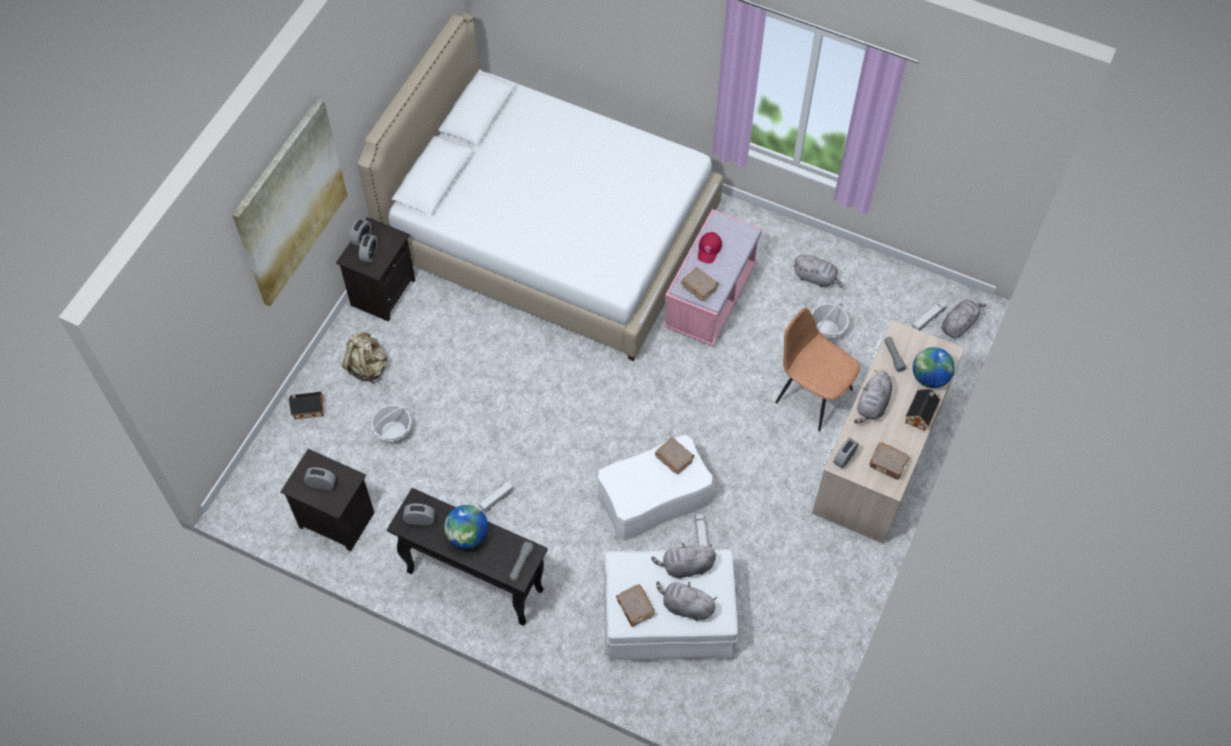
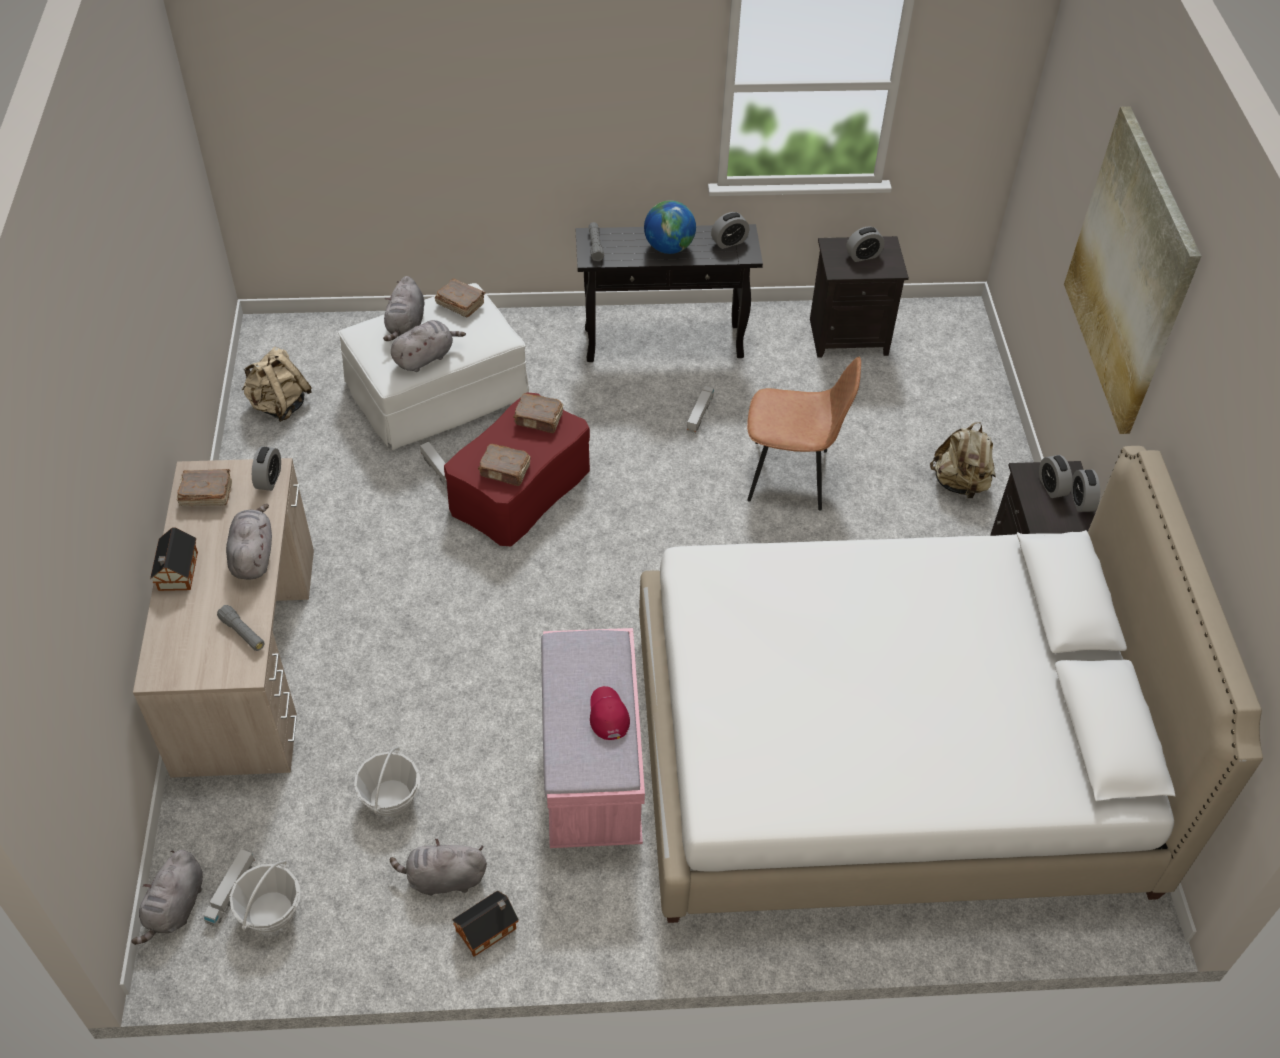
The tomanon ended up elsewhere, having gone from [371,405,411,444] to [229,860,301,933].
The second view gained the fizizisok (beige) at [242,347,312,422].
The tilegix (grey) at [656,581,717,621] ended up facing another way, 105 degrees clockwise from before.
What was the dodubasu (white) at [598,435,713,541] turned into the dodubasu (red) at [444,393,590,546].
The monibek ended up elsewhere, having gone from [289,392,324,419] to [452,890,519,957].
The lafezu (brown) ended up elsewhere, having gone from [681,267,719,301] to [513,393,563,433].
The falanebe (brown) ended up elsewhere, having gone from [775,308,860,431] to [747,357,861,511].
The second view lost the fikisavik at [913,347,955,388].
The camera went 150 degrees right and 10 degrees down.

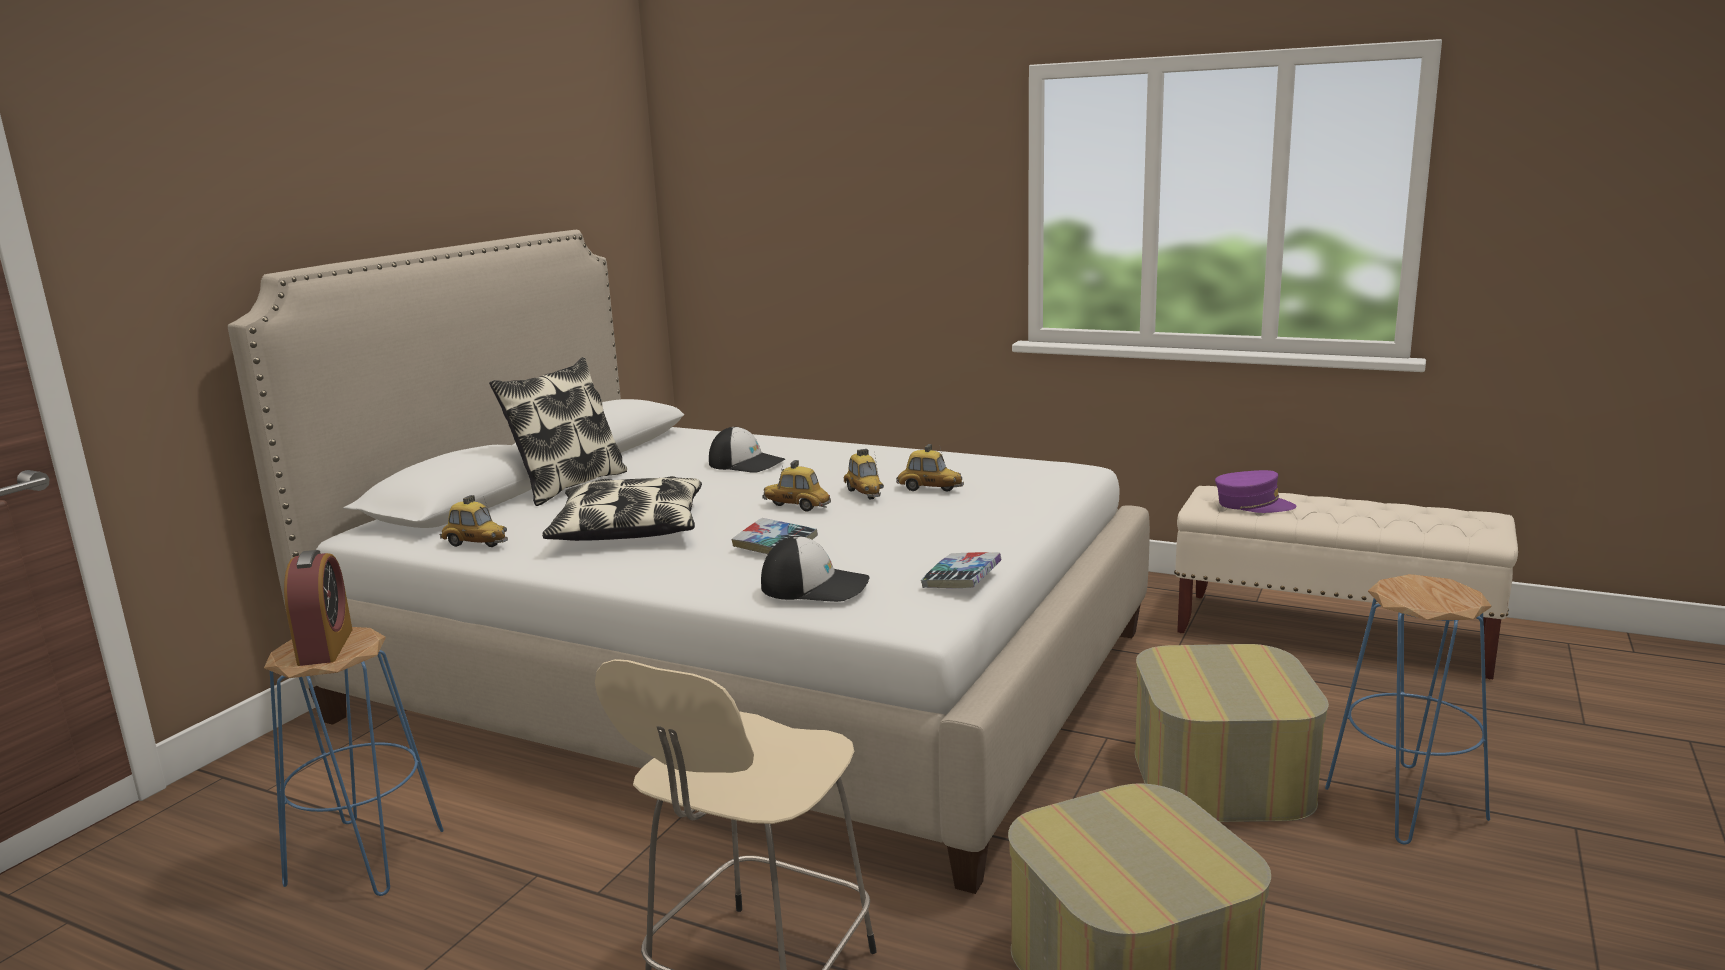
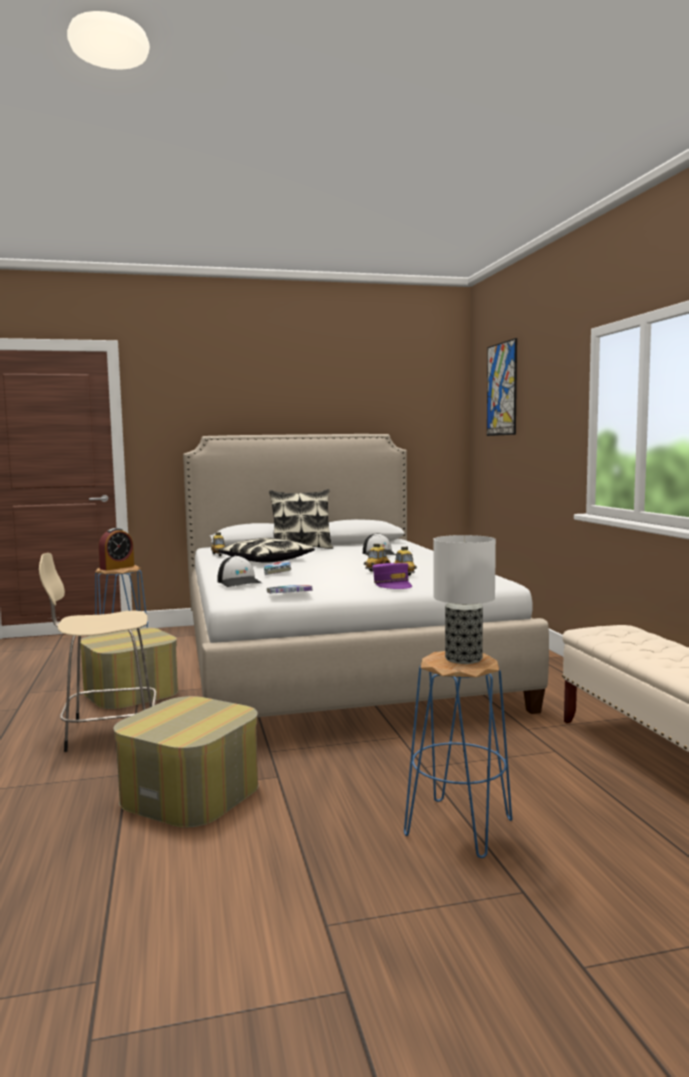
The dodubasu ended up elsewhere, having gone from [1135,644,1329,822] to [80,627,178,709].
The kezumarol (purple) ended up elsewhere, having gone from [1215,470,1297,513] to [372,563,412,589].
The second view gained the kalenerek at [434,535,496,664].
The second view gained the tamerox at [487,338,517,436].
The second view lost the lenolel at [762,460,831,511].
The camera went 50 degrees right and 10 degrees down.

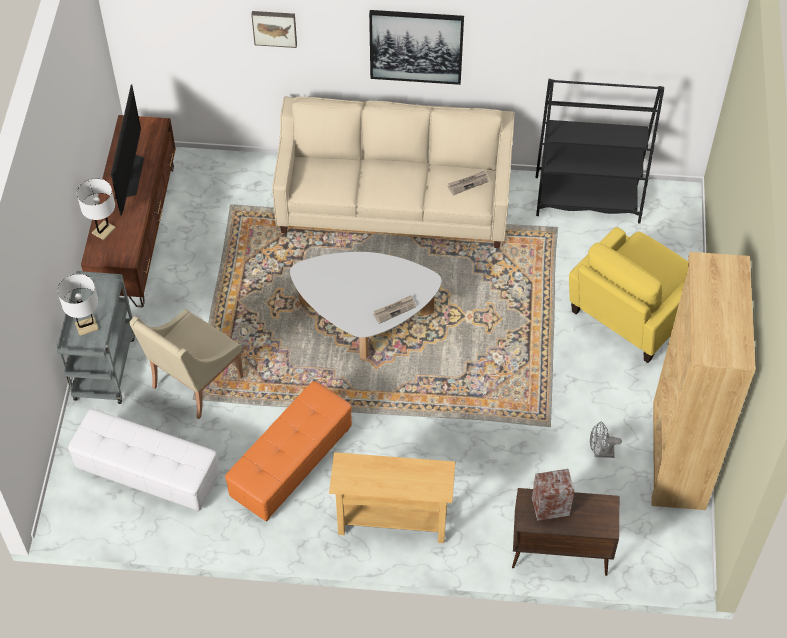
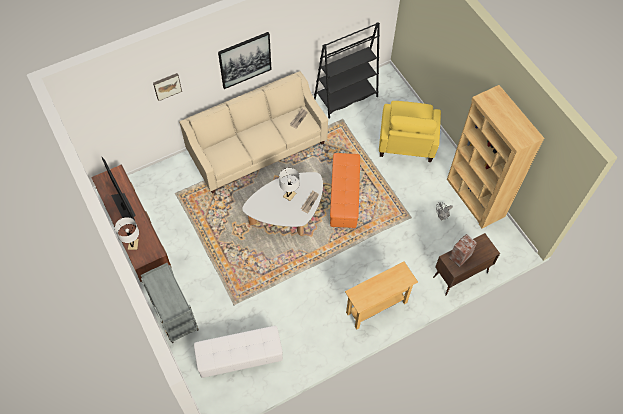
The kalenerek (white) ended up elsewhere, having gone from [58,274,99,336] to [279,168,299,201].
The dodubasu (orange) ended up elsewhere, having gone from [225,381,352,522] to [330,153,360,228].
The second view lost the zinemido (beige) at [129,309,243,419].
The camera went 35 degrees left and 5 degrees up.

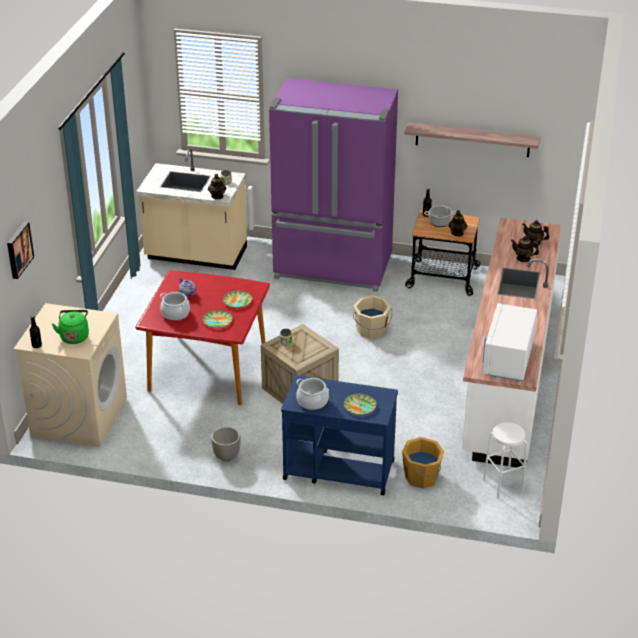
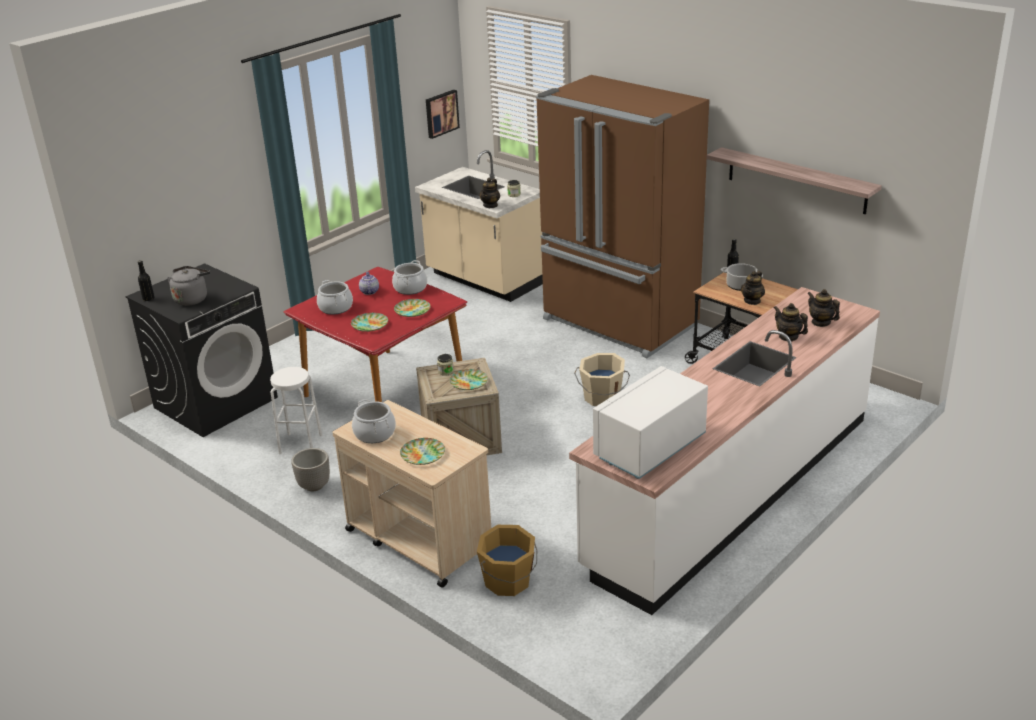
What was the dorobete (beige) at [13,303,127,447] turned into the dorobete (black) at [126,263,278,437].
What was the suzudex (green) at [52,310,89,344] turned into the suzudex (grey) at [167,266,210,306].
The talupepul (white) ended up elsewhere, having gone from [483,422,527,499] to [270,367,322,454].
What was the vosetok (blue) at [281,375,398,495] turned into the vosetok (beige) at [332,400,491,588].
The second view gained the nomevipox at [392,260,427,295].
The tamerox ended up elsewhere, having gone from [7,221,34,279] to [426,90,460,139].
The second view gained the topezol at [450,369,488,390].
What was the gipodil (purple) at [269,78,398,292] turned into the gipodil (brown) at [536,75,709,358].
The camera went 30 degrees right and 5 degrees down.

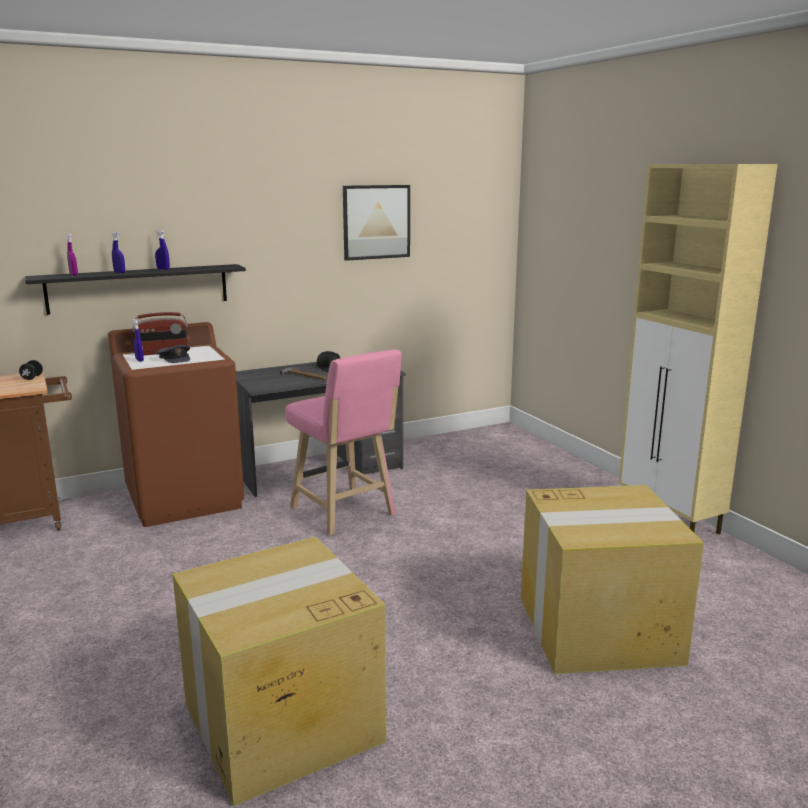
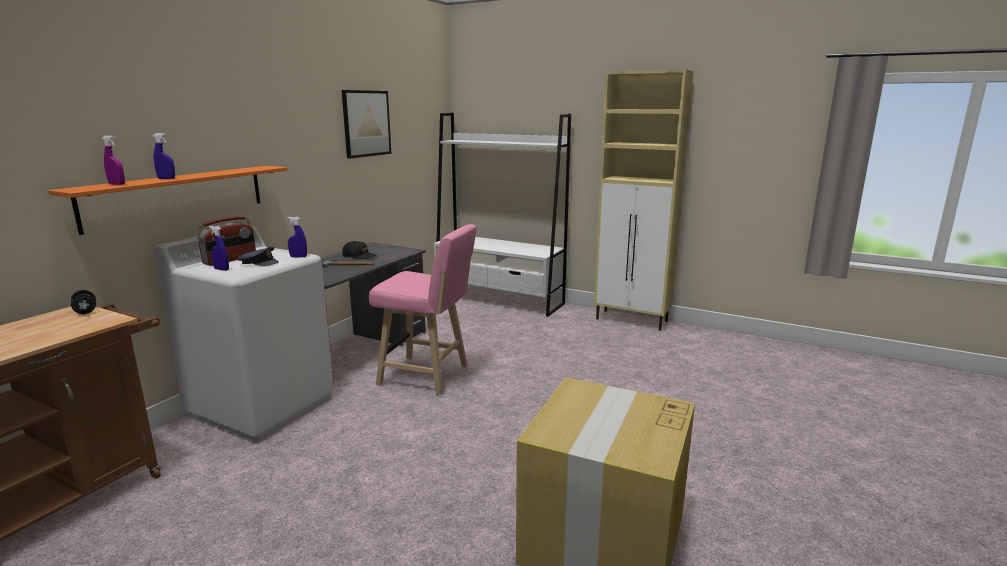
What was the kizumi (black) at [25,264,246,315] turned into the kizumi (orange) at [48,166,288,235].
What was the dorobete (brown) at [108,322,244,527] turned into the dorobete (white) at [154,226,334,443].
The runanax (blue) ended up elsewhere, having gone from [155,230,170,270] to [287,217,307,257].
The second view gained the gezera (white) at [434,113,571,317].
The second view lost the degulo at [521,485,704,674].
The camera went 35 degrees left and 0 degrees up.

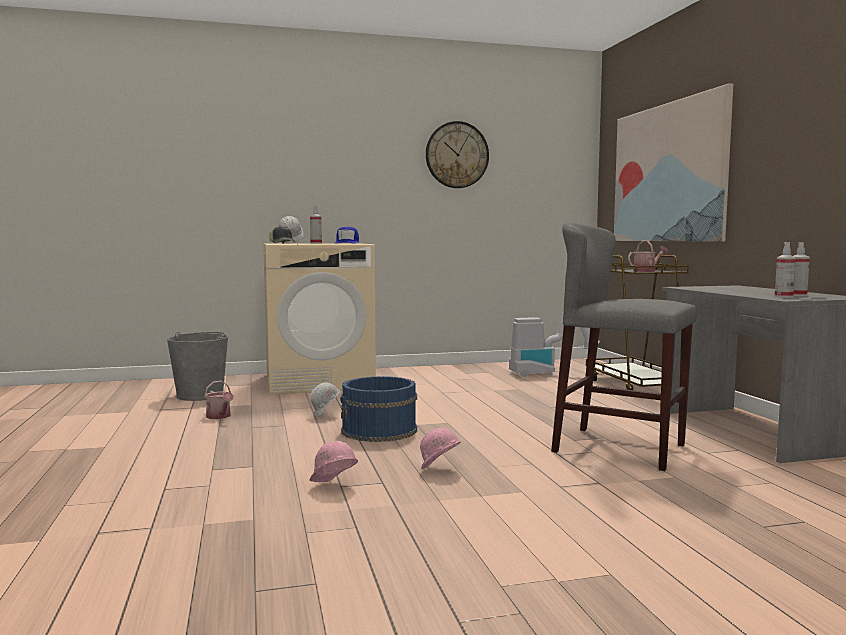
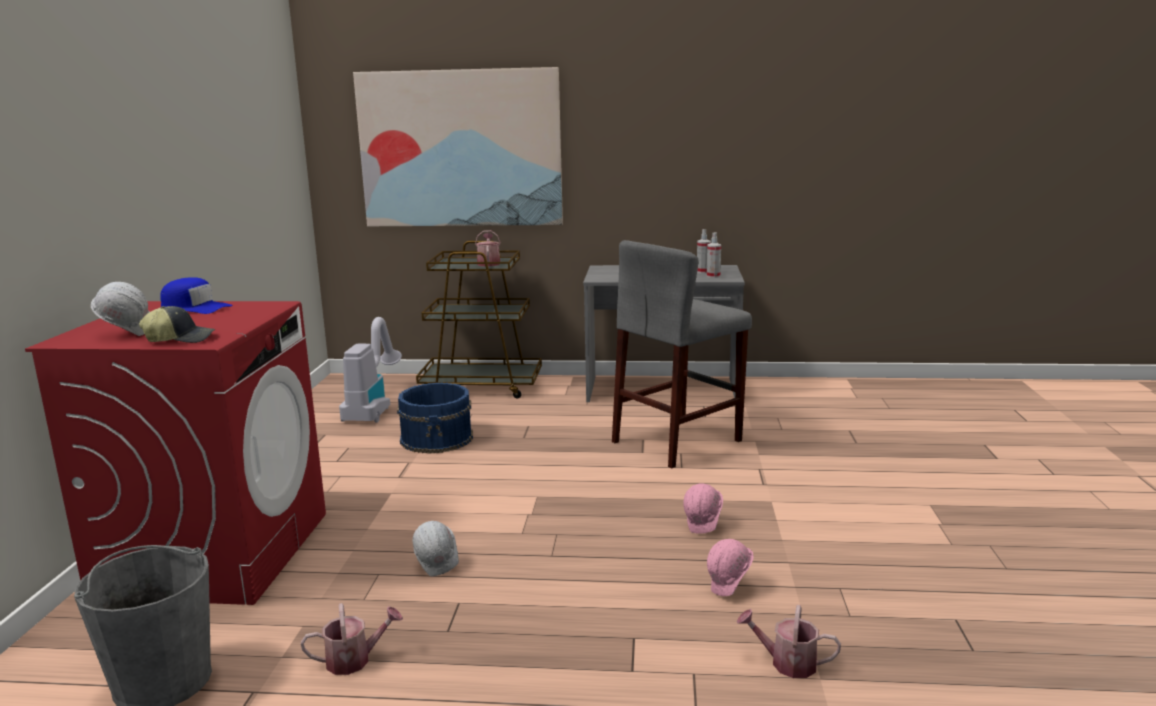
What was the dorobete (beige) at [263,243,376,395] turned into the dorobete (red) at [25,301,326,605].
The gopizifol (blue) ended up elsewhere, having gone from [340,376,417,442] to [397,382,473,454].
The second view gained the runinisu at [736,605,841,678].
The second view lost the runanax at [310,205,322,244].
The second view lost the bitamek at [426,121,489,188].
The camera went 70 degrees left and 10 degrees up.

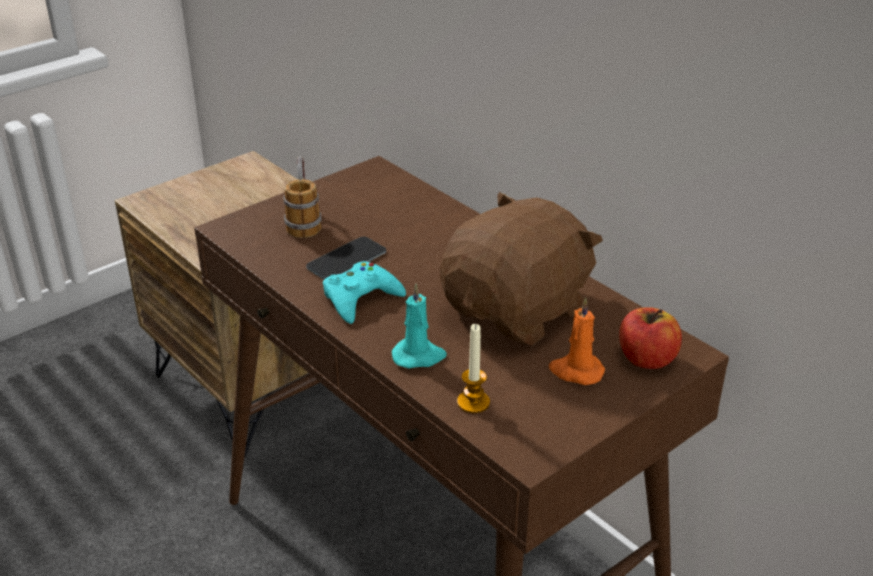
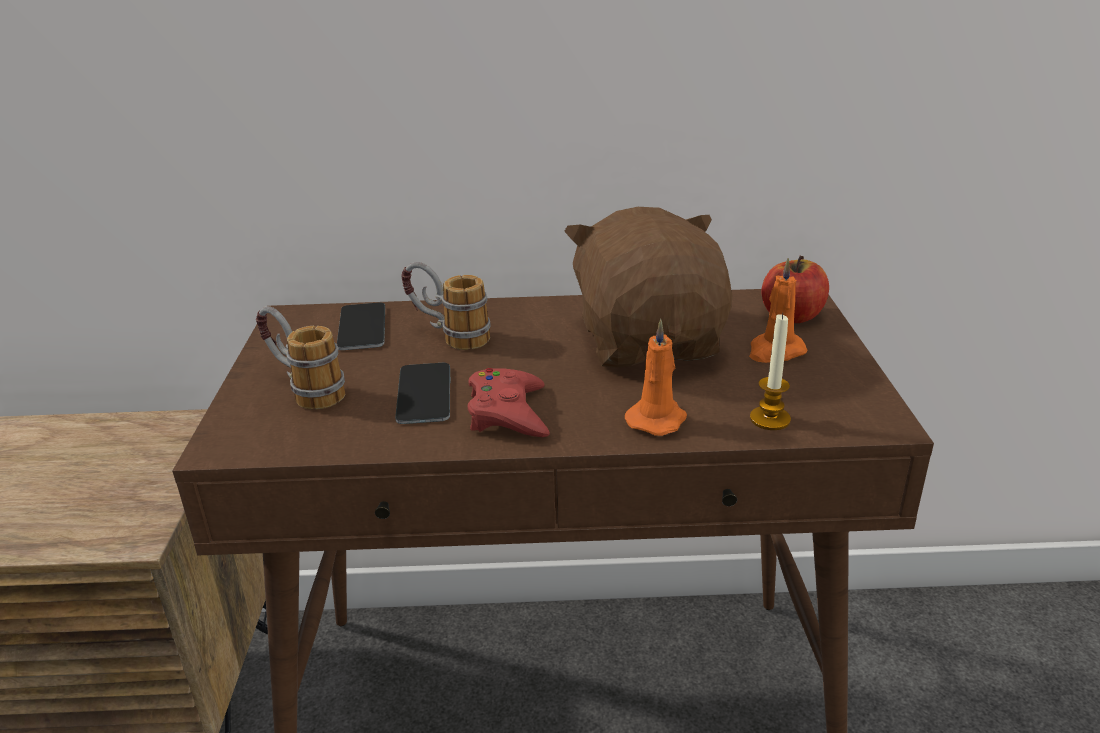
The second view gained the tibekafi at [337,302,385,350].
The second view gained the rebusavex at [401,262,491,350].
What was the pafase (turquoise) at [323,261,406,324] turned into the pafase (red) at [468,368,550,437].
What was the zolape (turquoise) at [392,283,447,368] turned into the zolape (orange) at [625,319,687,436].
The camera went 50 degrees left and 5 degrees down.

